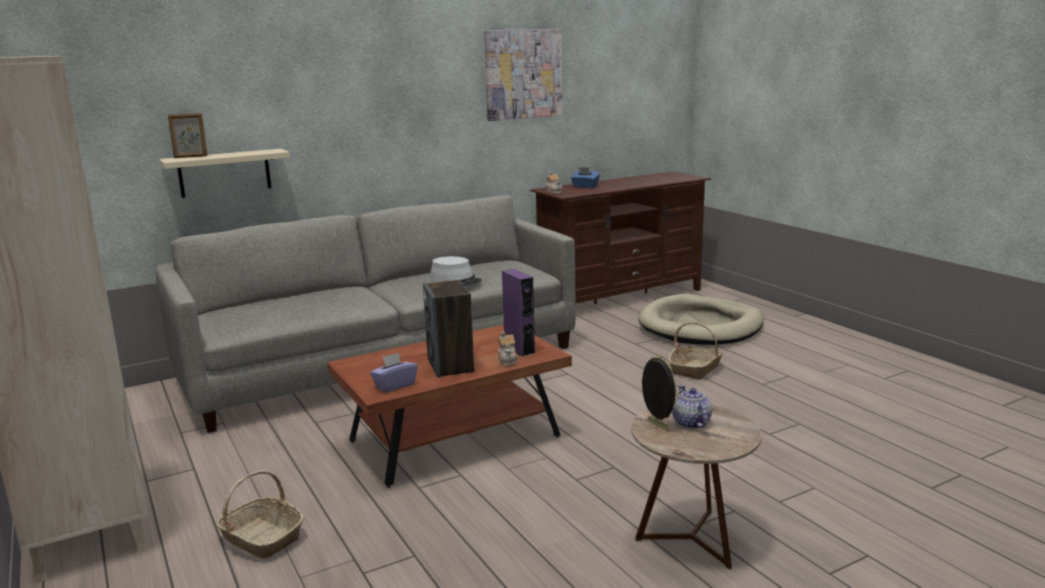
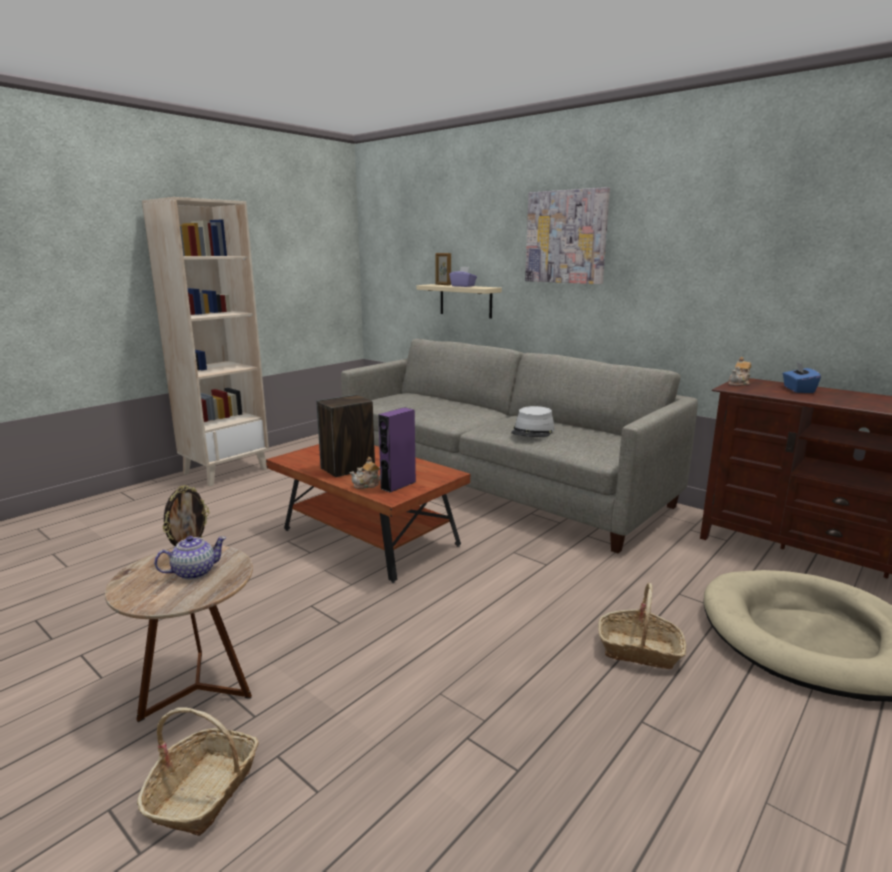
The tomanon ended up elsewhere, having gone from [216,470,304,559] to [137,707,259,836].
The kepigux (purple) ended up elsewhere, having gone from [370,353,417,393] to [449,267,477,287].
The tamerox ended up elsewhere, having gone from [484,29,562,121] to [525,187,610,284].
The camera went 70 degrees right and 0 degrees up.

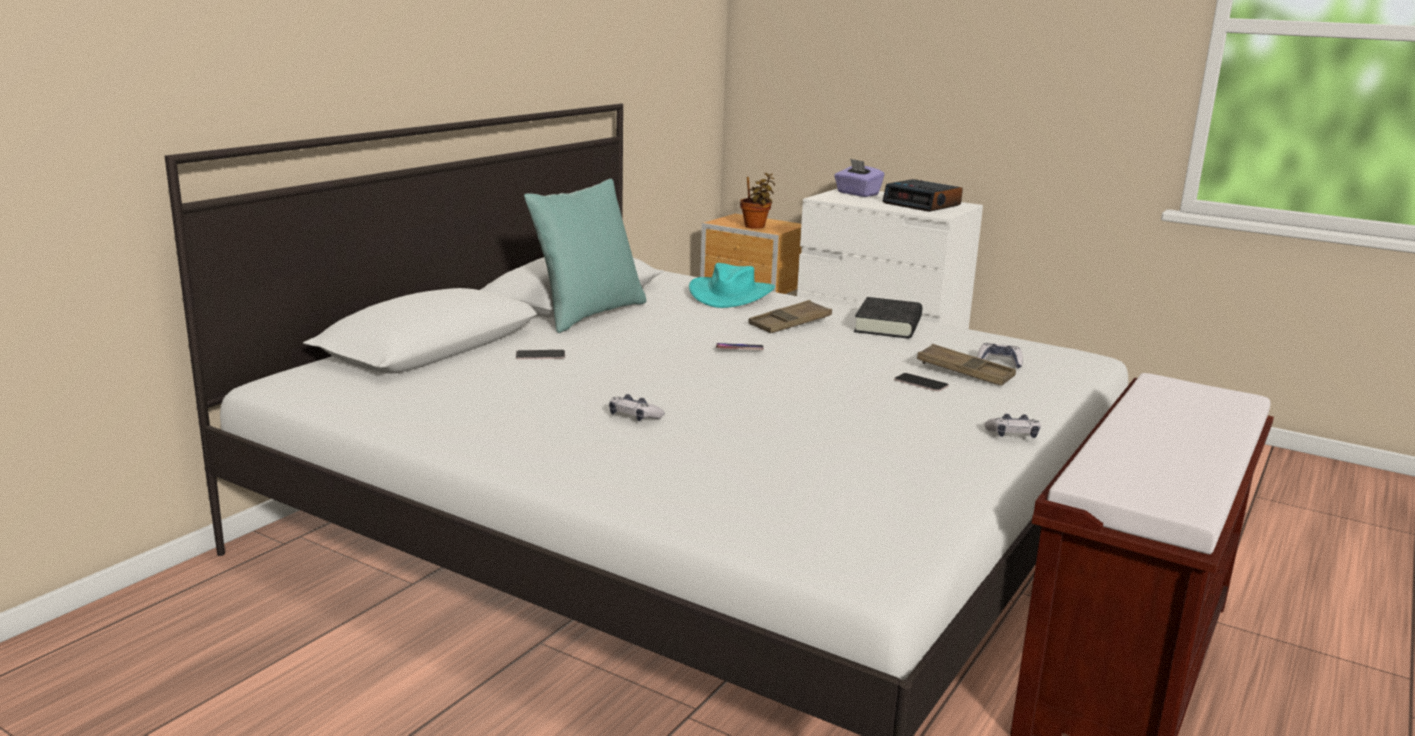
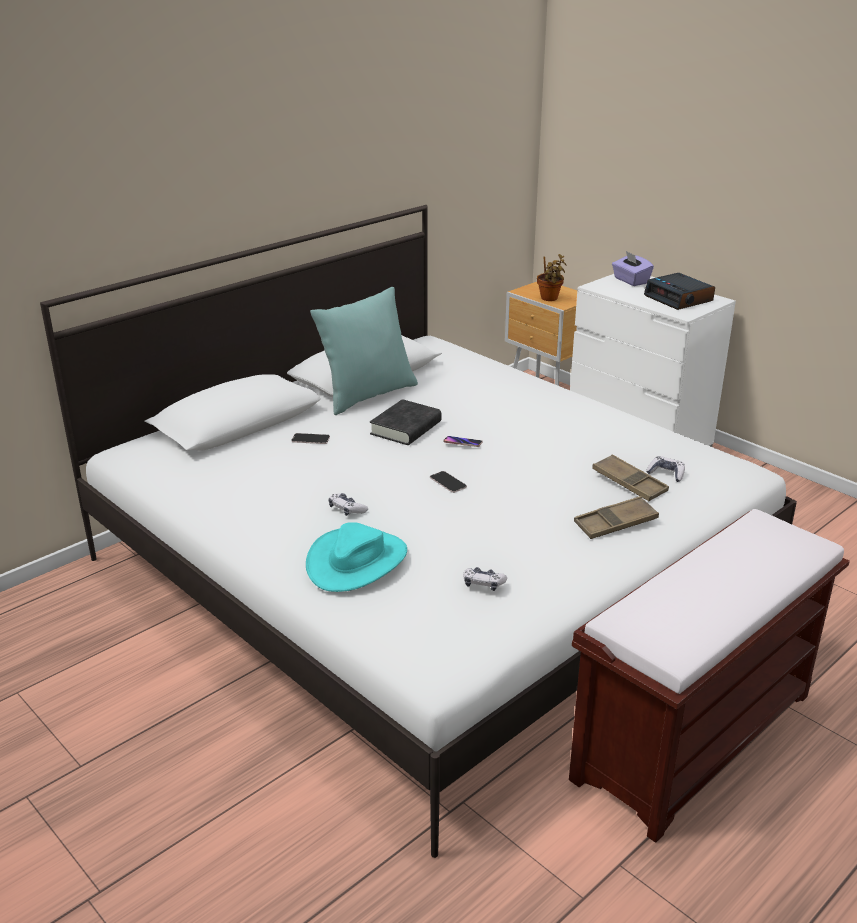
The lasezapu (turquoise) ended up elsewhere, having gone from [689,263,775,308] to [306,522,407,592].
The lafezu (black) ended up elsewhere, having gone from [854,297,922,339] to [370,399,442,445].
The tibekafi ended up elsewhere, having gone from [894,373,949,392] to [430,471,467,493].
The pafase ended up elsewhere, having gone from [984,414,1041,438] to [463,567,507,591].
The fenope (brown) ended up elsewhere, having gone from [748,300,832,333] to [574,496,659,539].
The camera went 15 degrees right and 10 degrees up.

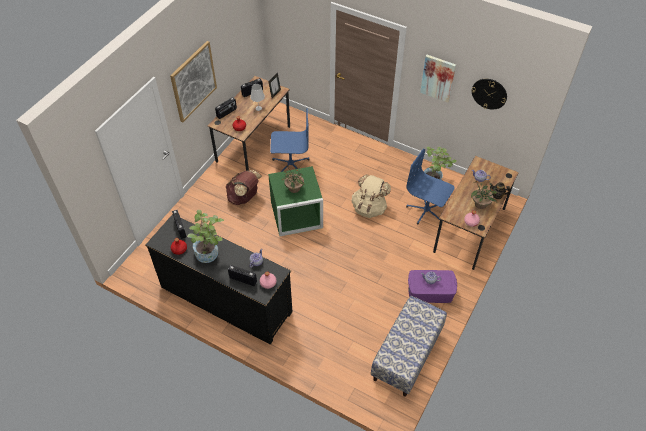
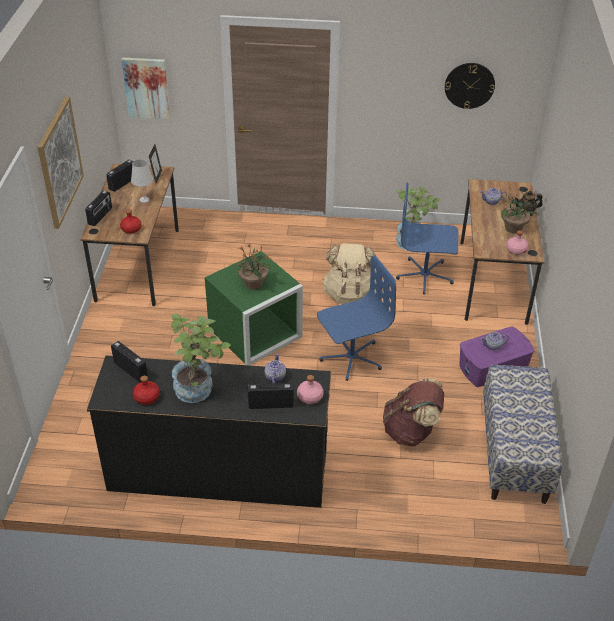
The tamerox ended up elsewhere, having gone from [420,55,456,103] to [121,57,170,119].
The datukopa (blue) ended up elsewhere, having gone from [270,108,310,172] to [317,255,396,381].
The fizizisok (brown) ended up elsewhere, having gone from [226,170,262,205] to [383,378,444,446].
The camera went 25 degrees left and 10 degrees down.

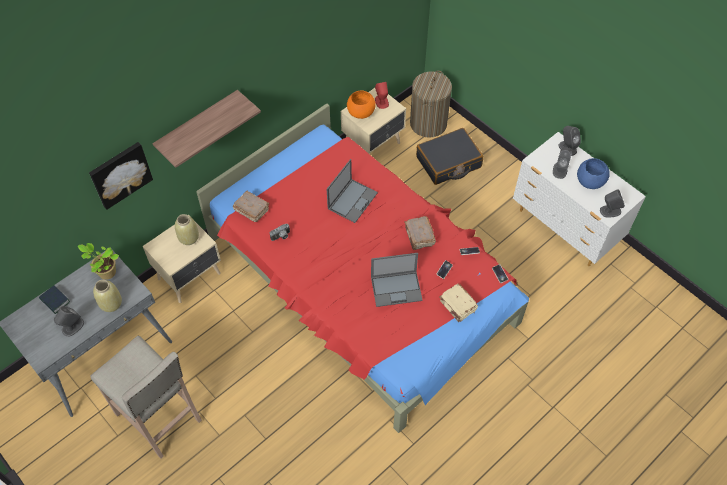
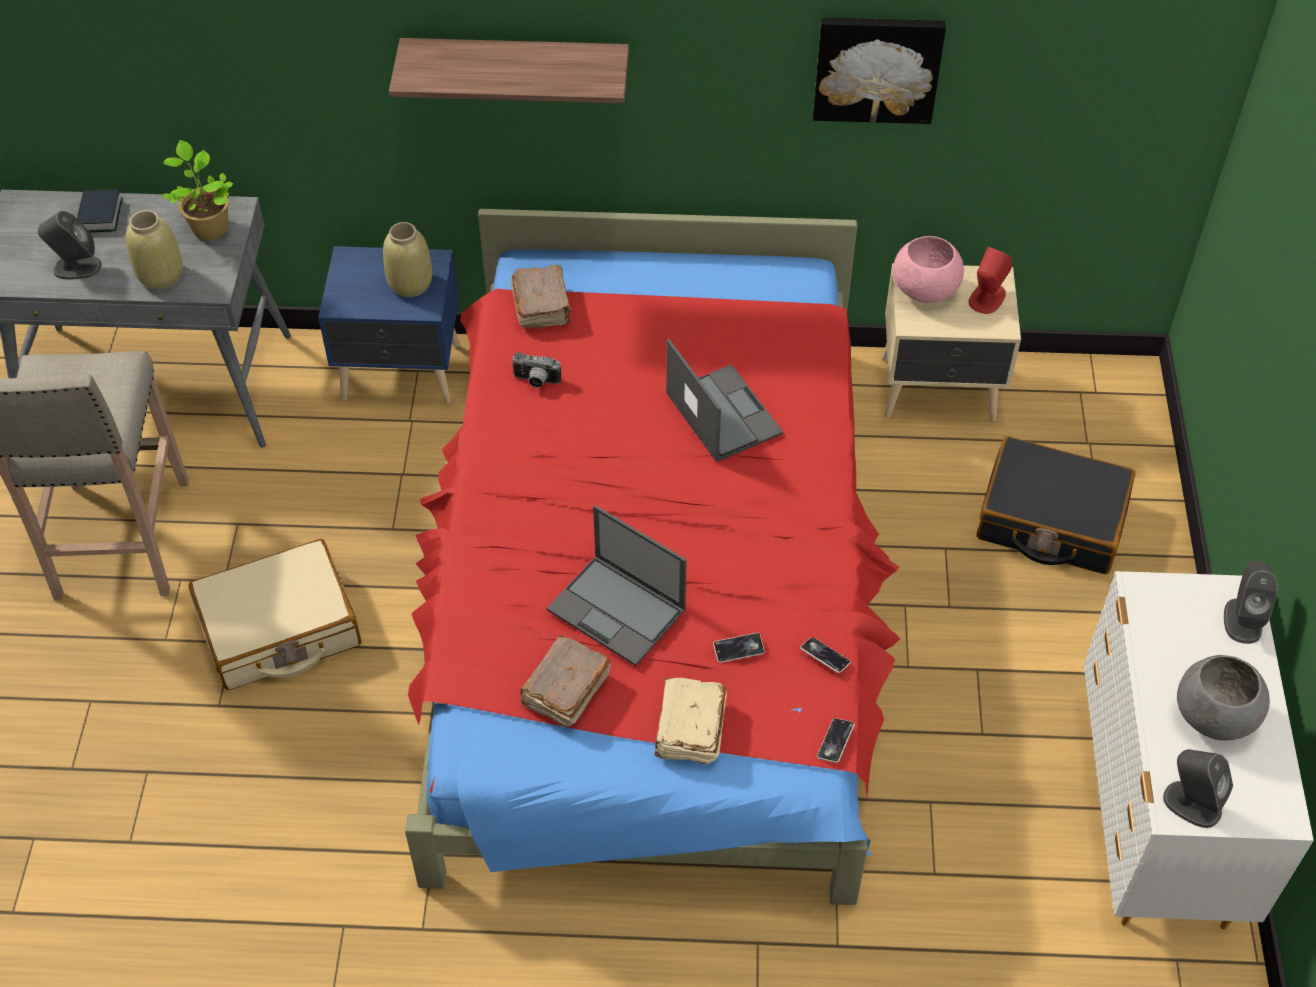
The second view gained the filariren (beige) at [189,539,362,690].
What was the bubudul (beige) at [143,215,221,303] turned into the bubudul (blue) at [318,246,460,404].
The lafezu (brown) ended up elsewhere, having gone from [404,216,436,250] to [520,635,611,728].
The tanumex at [327,159,378,223] ended up facing another way, 105 degrees counterclockwise from before.
The tamerox ended up elsewhere, having gone from [89,142,153,210] to [813,18,946,124].
What was the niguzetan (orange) at [347,91,376,119] turned into the niguzetan (pink) at [893,236,964,303].
What was the niguzetan (blue) at [577,158,610,189] turned into the niguzetan (grey) at [1177,655,1270,740].
The second view lost the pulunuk at [410,71,452,138].
The second view lost the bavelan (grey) at [553,147,571,179].
The camera went 45 degrees right and 5 degrees down.

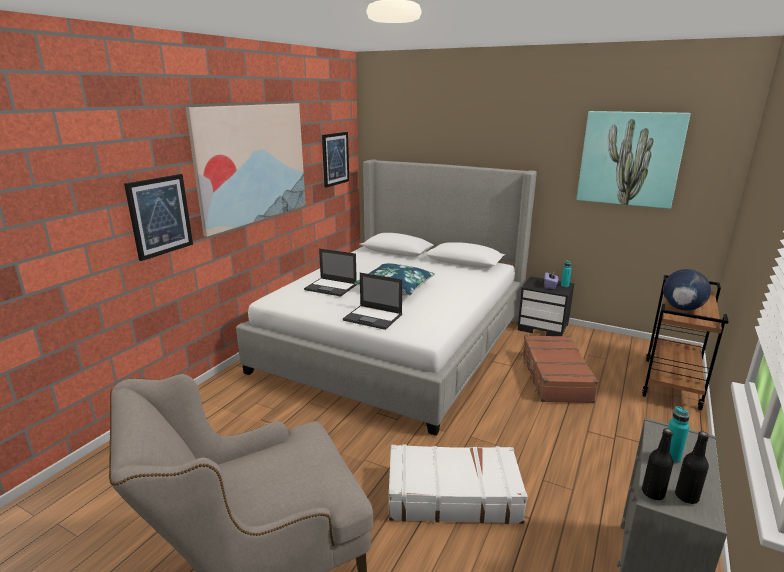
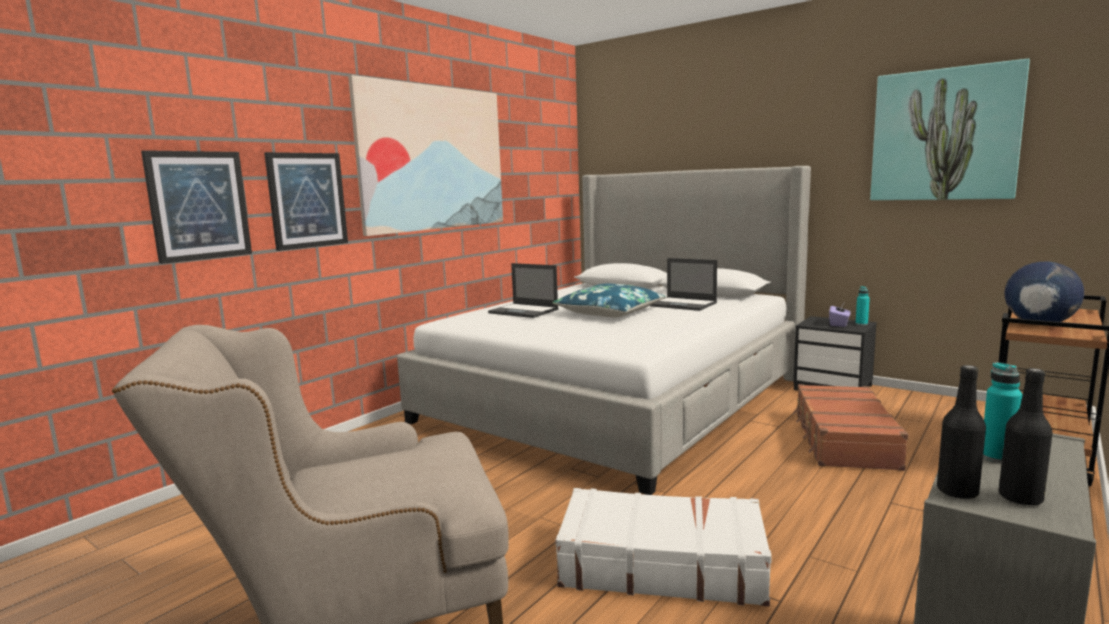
The tamerox ended up elsewhere, having gone from [322,132,349,188] to [141,150,252,264].
The tanumex ended up elsewhere, having gone from [343,273,402,330] to [650,258,717,311].
The camera went 10 degrees right and 10 degrees down.

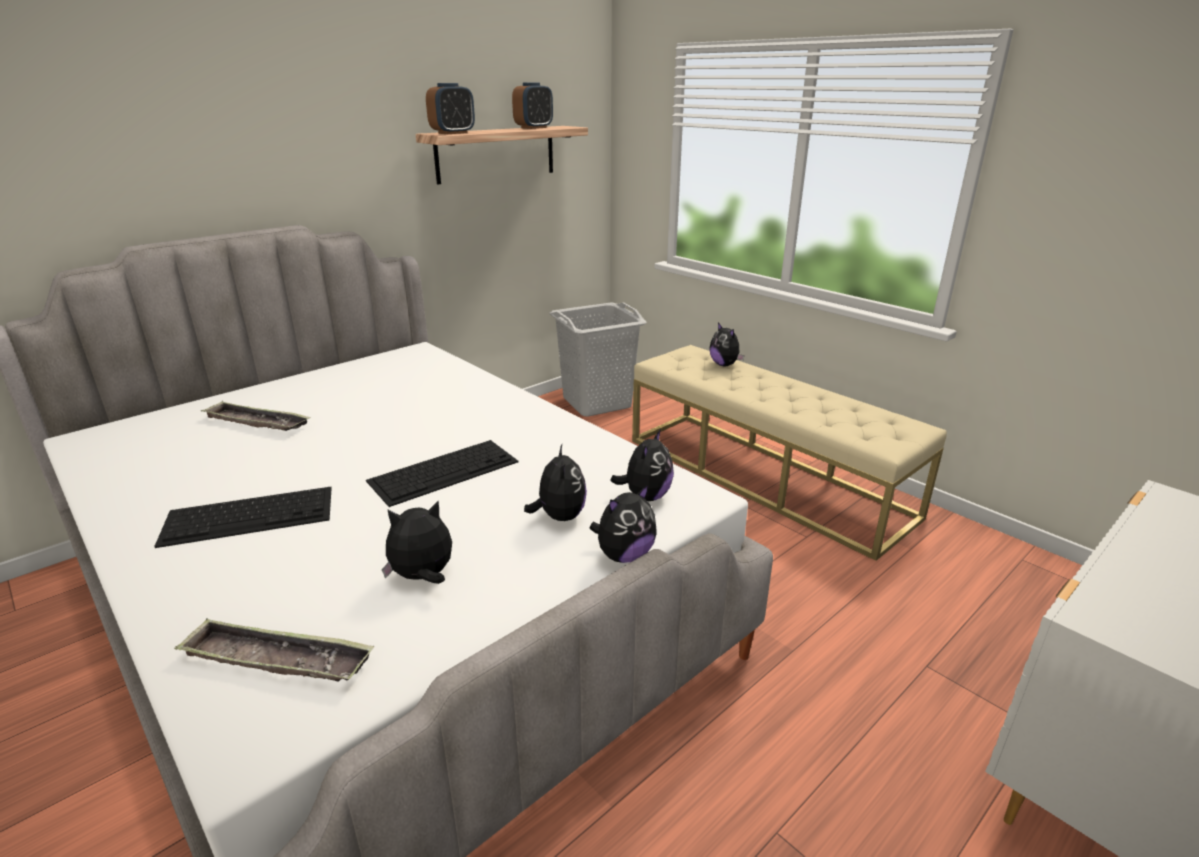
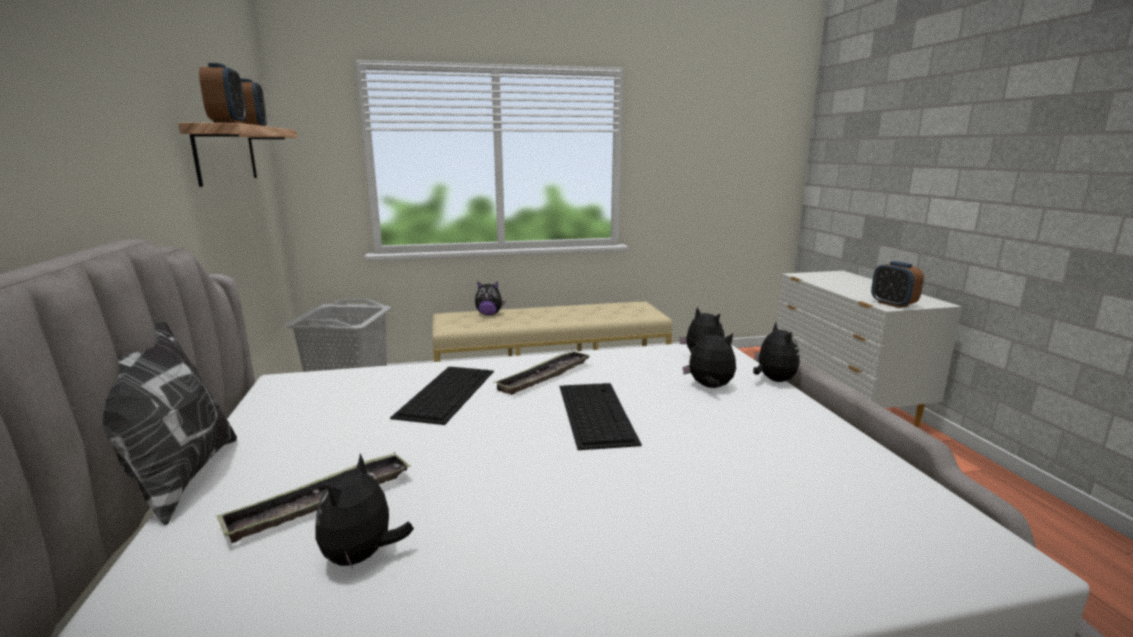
The second view gained the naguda at [71,322,237,525].
The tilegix ended up elsewhere, having gone from [382,501,452,584] to [315,453,414,568].
The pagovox ended up elsewhere, having gone from [154,487,332,548] to [390,367,494,425].
The fenope ended up elsewhere, having gone from [174,618,374,681] to [493,350,591,395].
The second view gained the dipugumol at [871,261,924,308].
The camera went 60 degrees left and 10 degrees down.

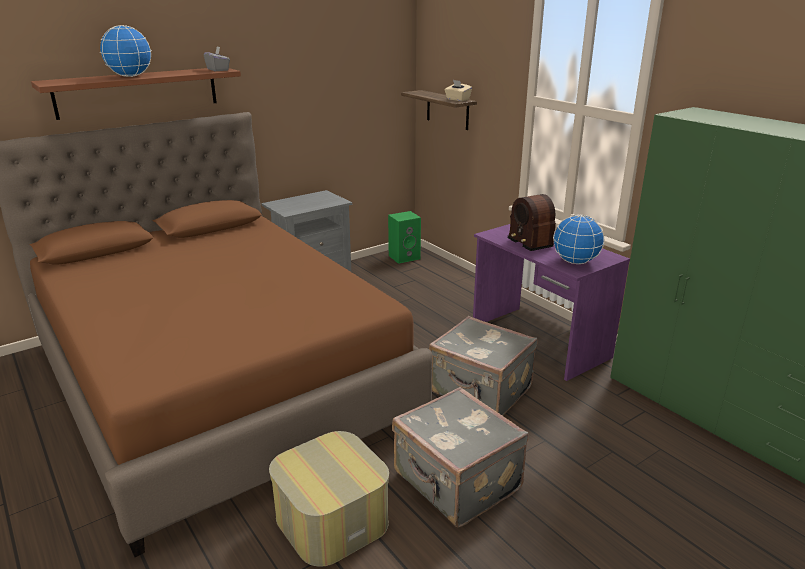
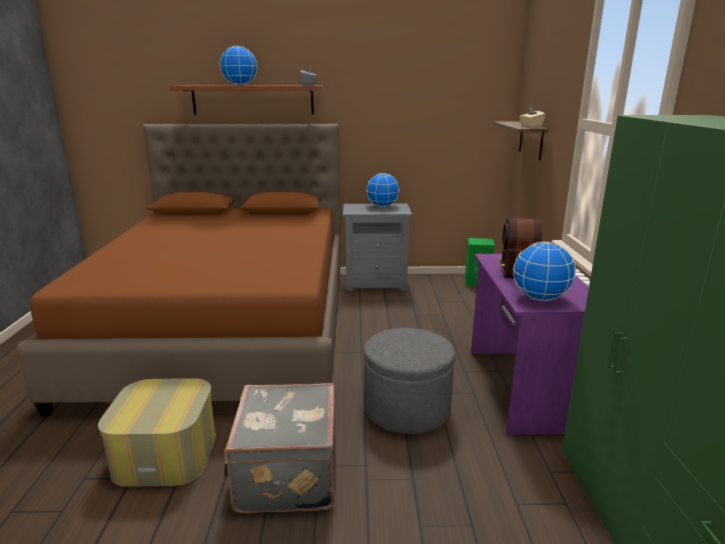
Where the filariren (grey) stood at [429,316,537,416], the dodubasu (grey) came to stand at [364,328,455,434].
The second view gained the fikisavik at [366,173,400,207].
The camera went 35 degrees right and 5 degrees down.

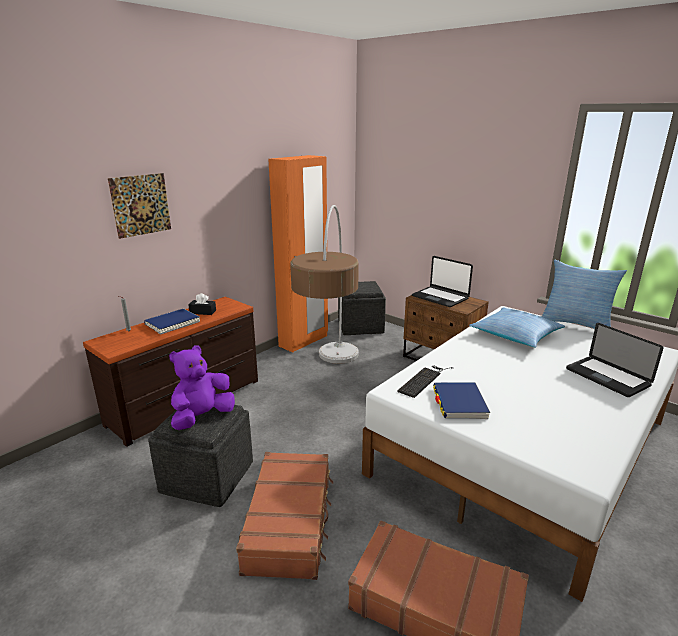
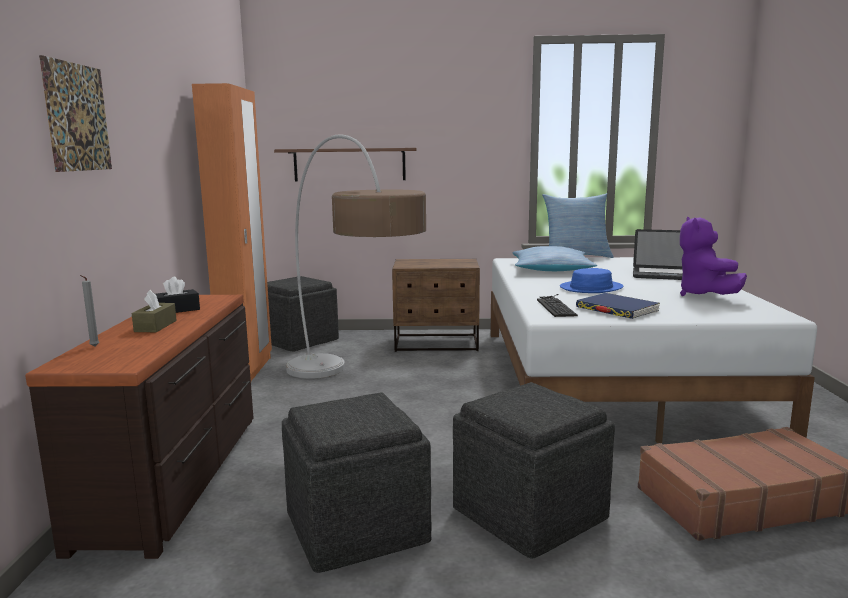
Where the lafezu (blue) stood at [144,309,200,335], the kepigux (brown) came to stand at [132,290,177,332].
The second view gained the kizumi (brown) at [274,148,417,181].
Where the filariren (brown) stood at [236,452,333,580], the dodubasu (grey) came to stand at [453,382,615,559].
The second view gained the lasezapu (blue) at [560,268,623,293].
The tilegix (purple) ended up elsewhere, having gone from [169,346,235,430] to [680,217,747,296].
The second view lost the tanumex at [412,256,473,307].
The camera went 40 degrees left and 10 degrees down.

